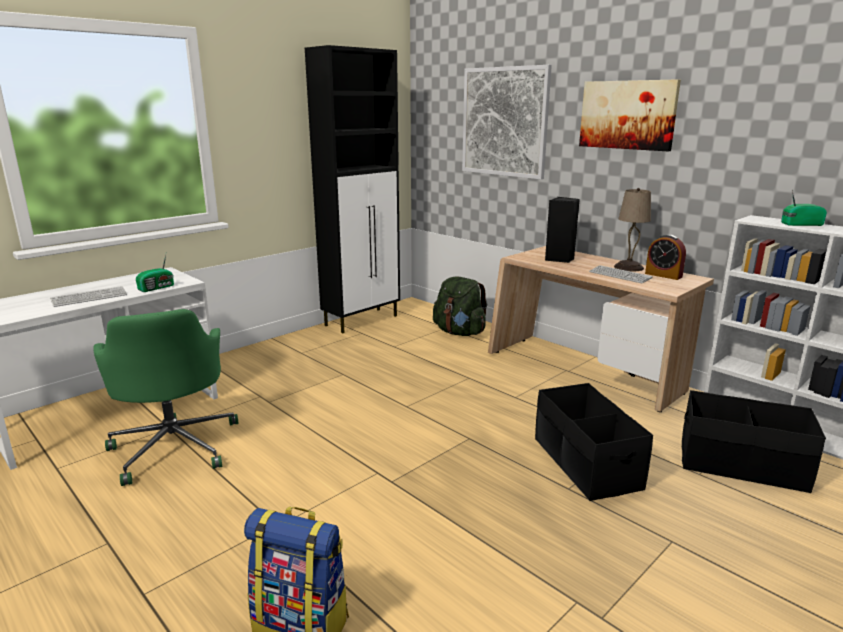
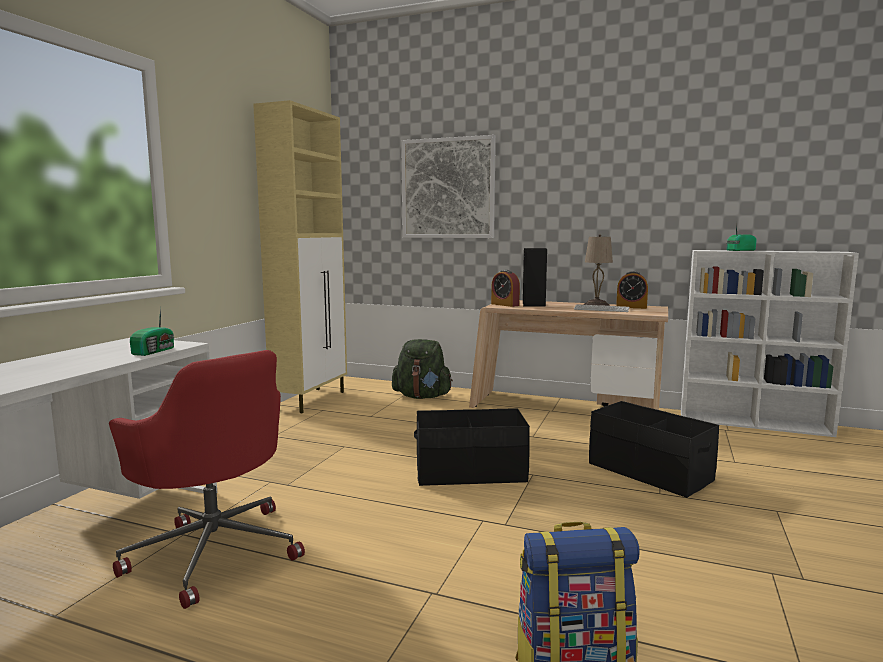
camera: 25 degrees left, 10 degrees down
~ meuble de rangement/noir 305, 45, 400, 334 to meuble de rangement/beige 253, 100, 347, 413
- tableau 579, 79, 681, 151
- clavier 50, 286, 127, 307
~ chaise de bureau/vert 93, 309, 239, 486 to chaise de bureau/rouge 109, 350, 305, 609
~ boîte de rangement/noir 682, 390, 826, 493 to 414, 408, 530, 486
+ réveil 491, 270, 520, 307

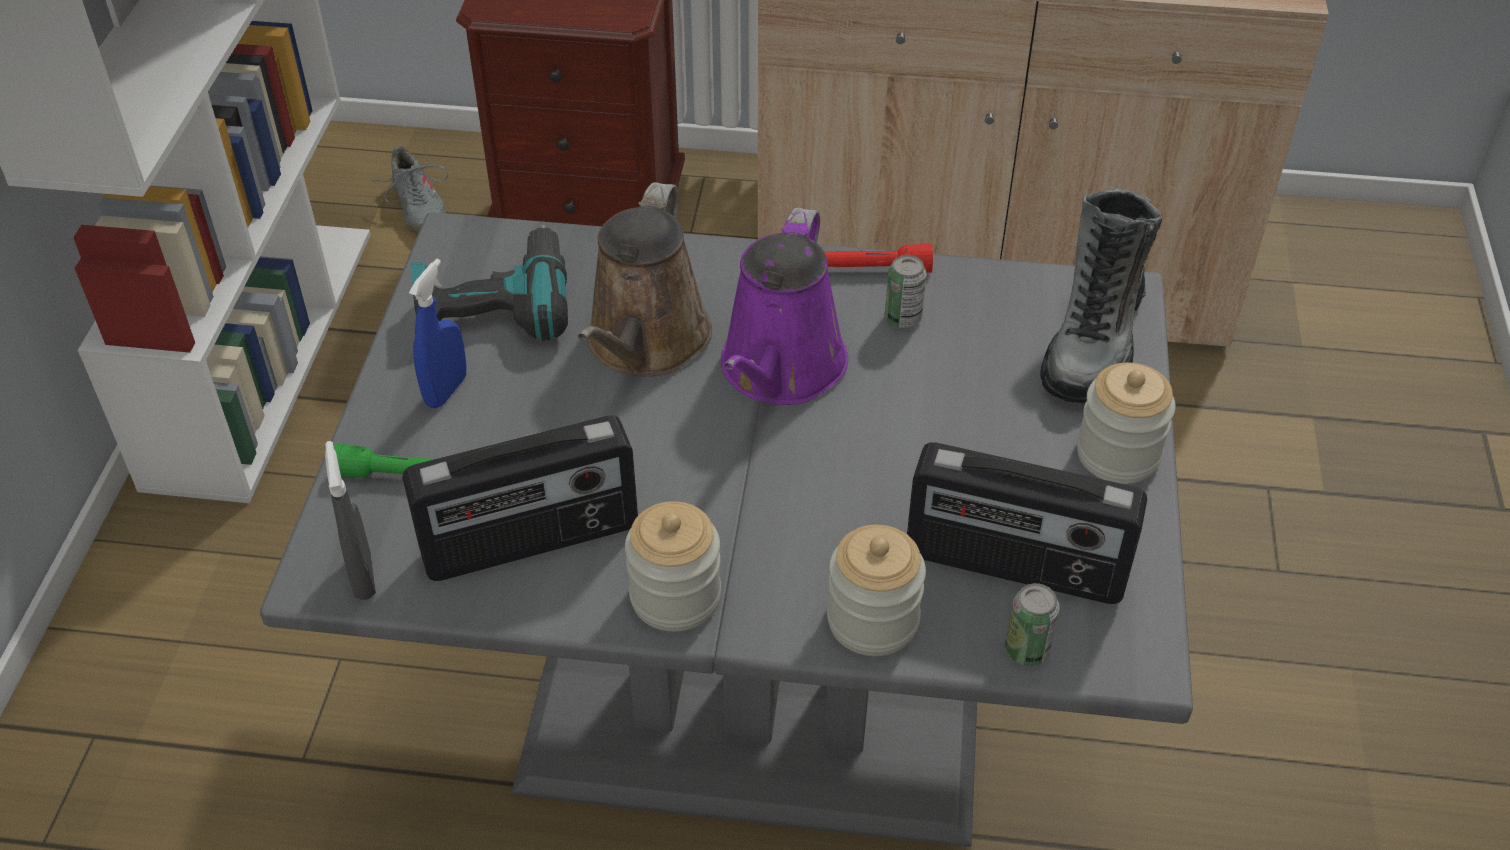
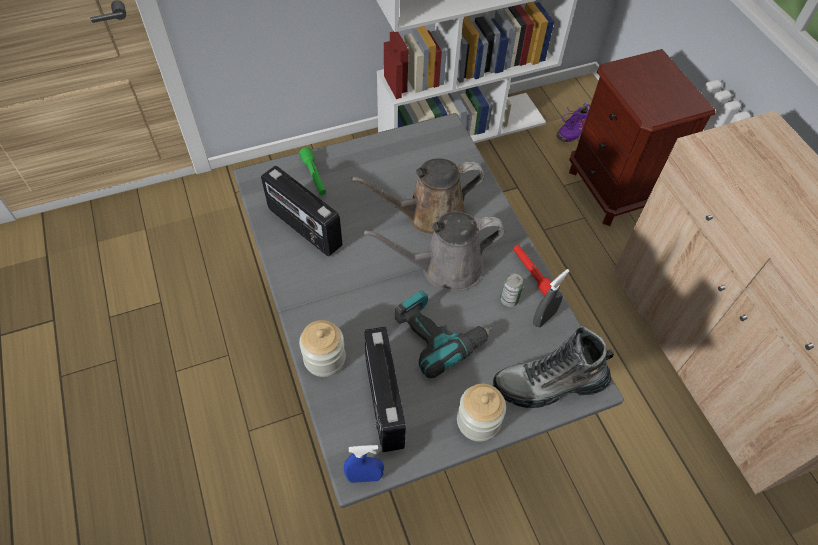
camera: 60 degrees right, 10 degrees up
~ chaussure/gris 372, 145, 448, 232 to chaussure/violet 557, 102, 590, 142
~ arrosoir/violet 721, 207, 848, 405 to arrosoir/gris 363, 212, 505, 291
~ perceuse 411, 225, 568, 341 to 395, 290, 492, 378
~ vaporisateur/bleu 409, 259, 467, 408 to 344, 445, 384, 483
~ vaporisateur/gris 325, 441, 376, 600 to 533, 269, 569, 328
- bocal 625, 501, 721, 632
- boîte métallique 1005, 583, 1060, 666

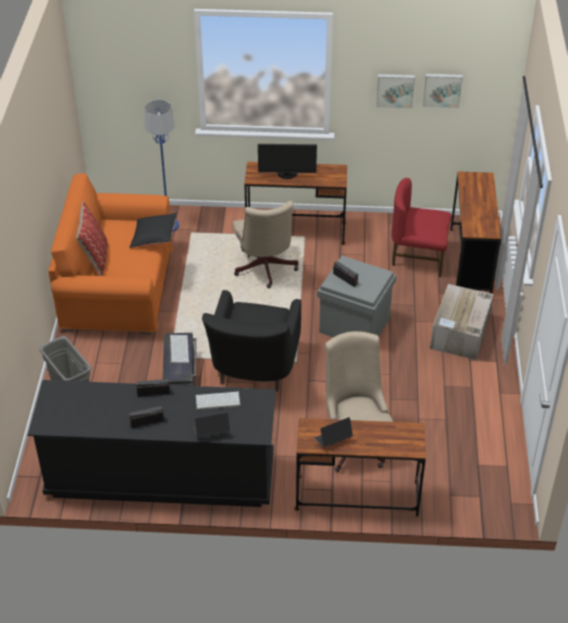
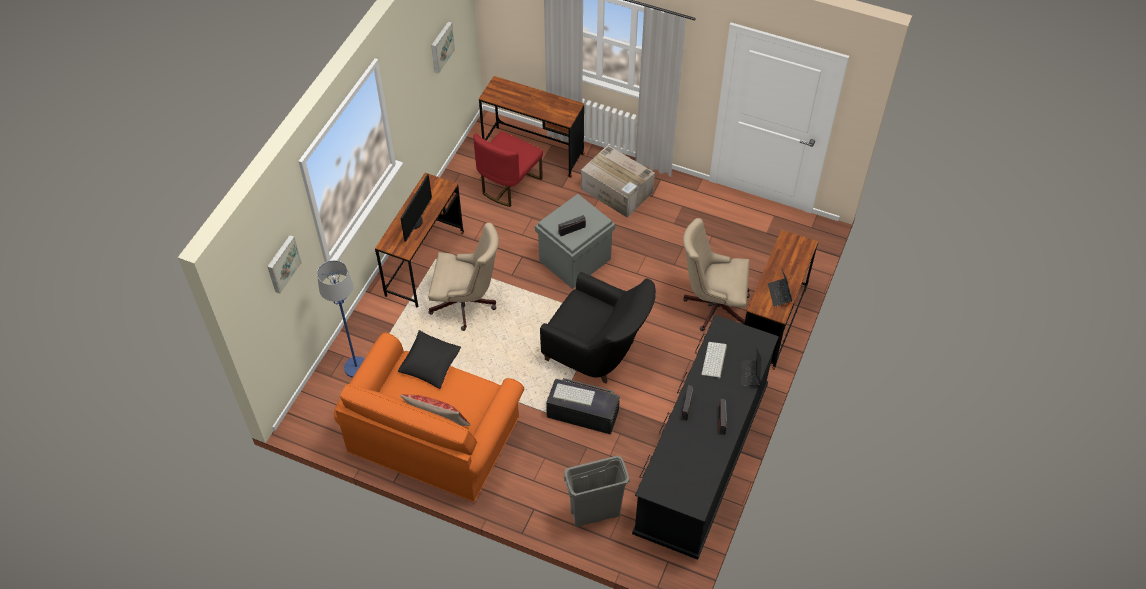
camera: 70 degrees left, 10 degrees up
~ tableau 376, 74, 415, 109 to 267, 235, 302, 294

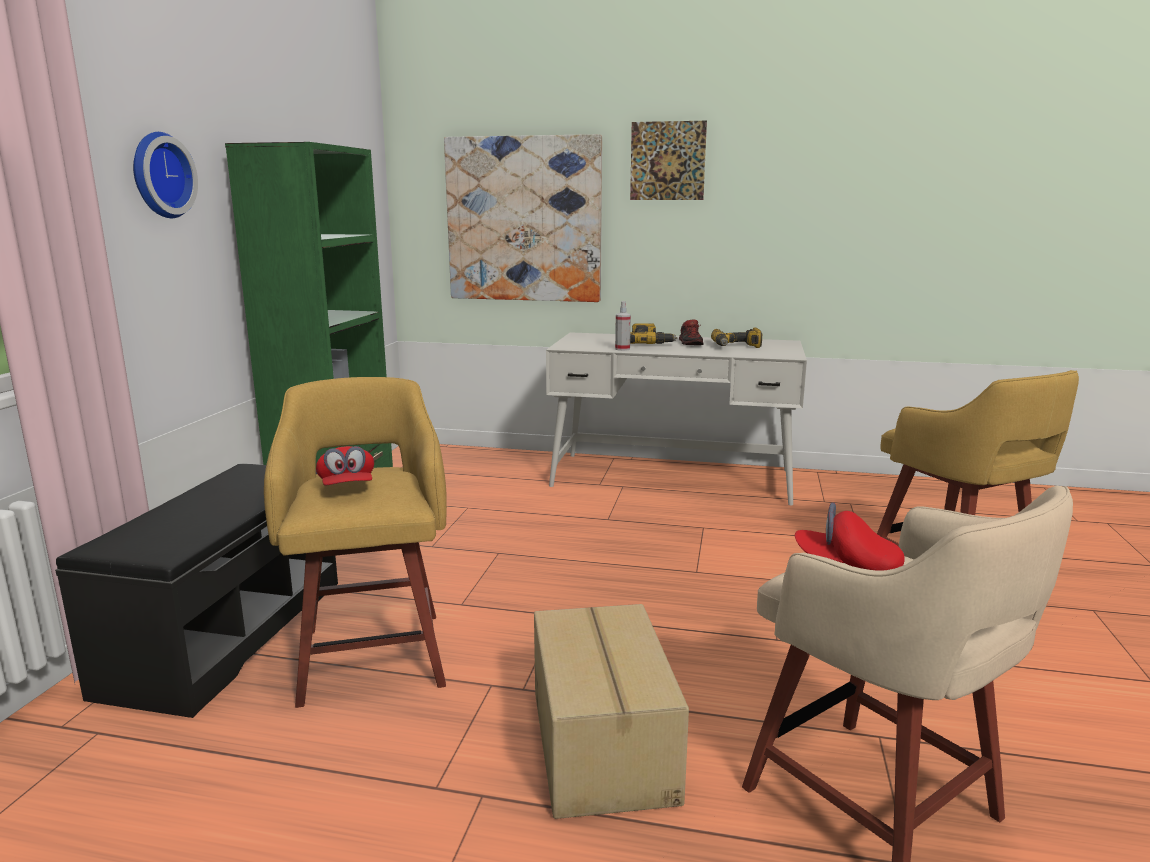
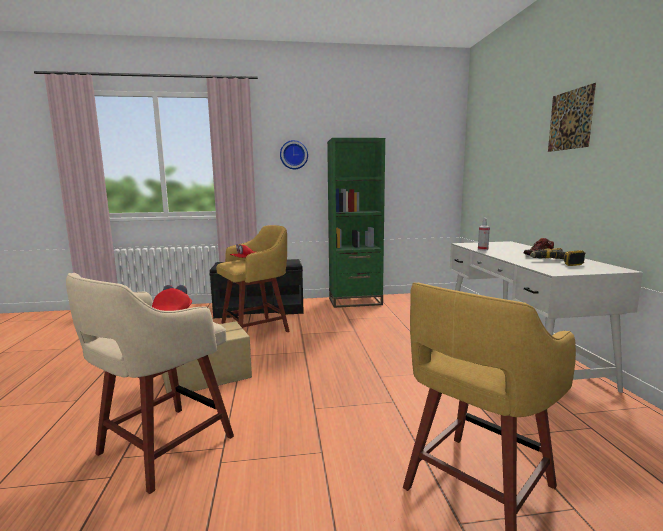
camera: 70 degrees right, 5 degrees down
- tableau 444, 134, 602, 302
- perceuse 630, 324, 678, 344

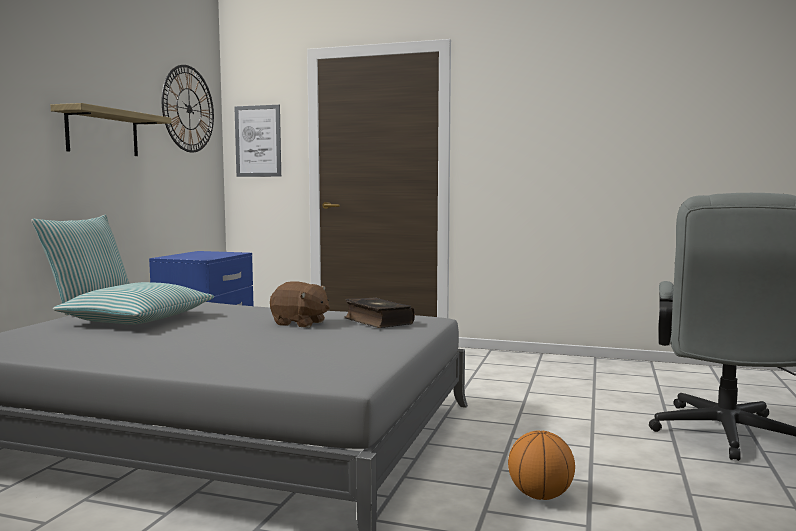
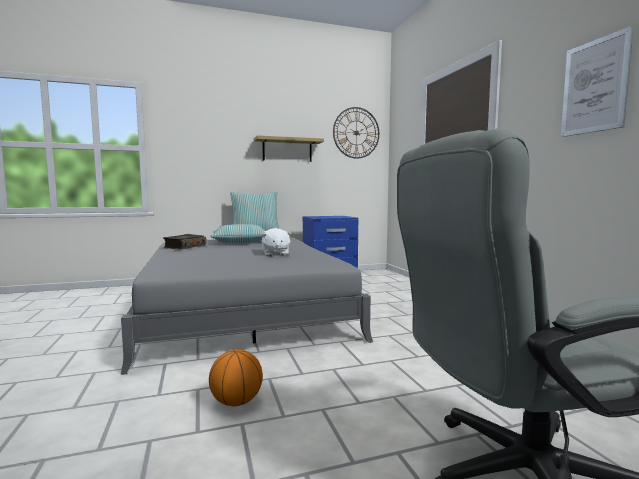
camera: 55 degrees right, 0 degrees up
~ tableau 234, 105, 281, 177 to 561, 26, 634, 137
~ peluche/marron 270, 281, 330, 328 to peluche/blanc 261, 228, 292, 256
~ livre 344, 297, 415, 328 to 163, 234, 206, 250

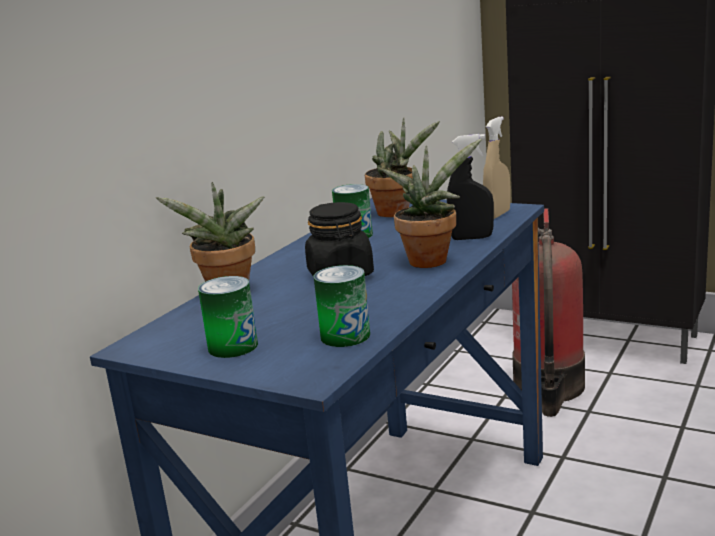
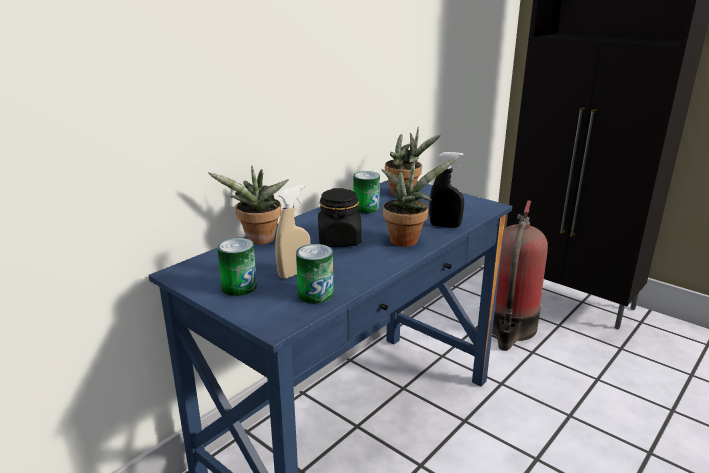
camera: 10 degrees right, 5 degrees up
~ vaporisateur/beige 483, 116, 510, 219 to 275, 185, 310, 279

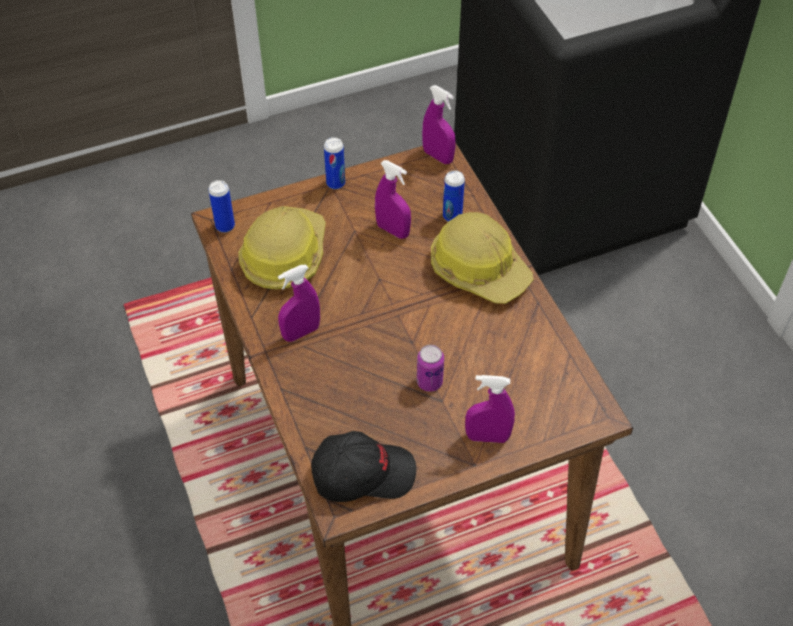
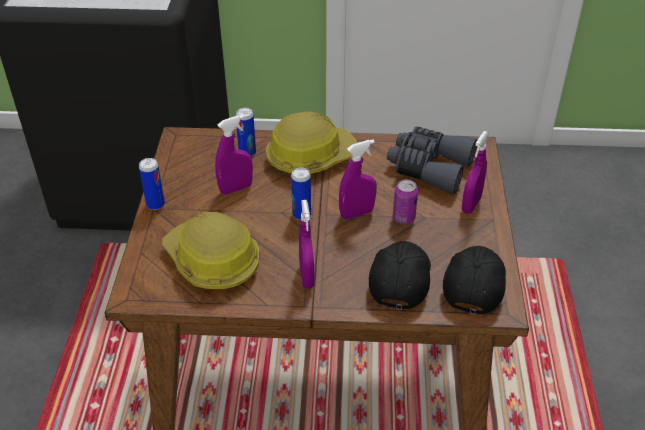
camera: 65 degrees left, 10 degrees down
~ vaporisateur/violet 422, 85, 456, 164 to 339, 139, 377, 219
~ boîte métallique 208, 180, 235, 233 to 291, 168, 311, 220
+ jumelles/gris 387, 126, 477, 194
+ casquette/noir 369, 241, 431, 310

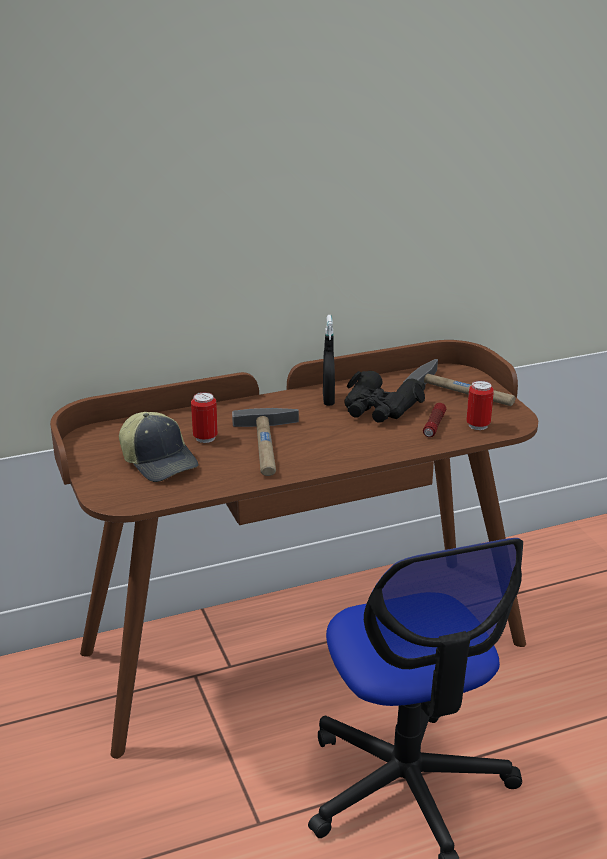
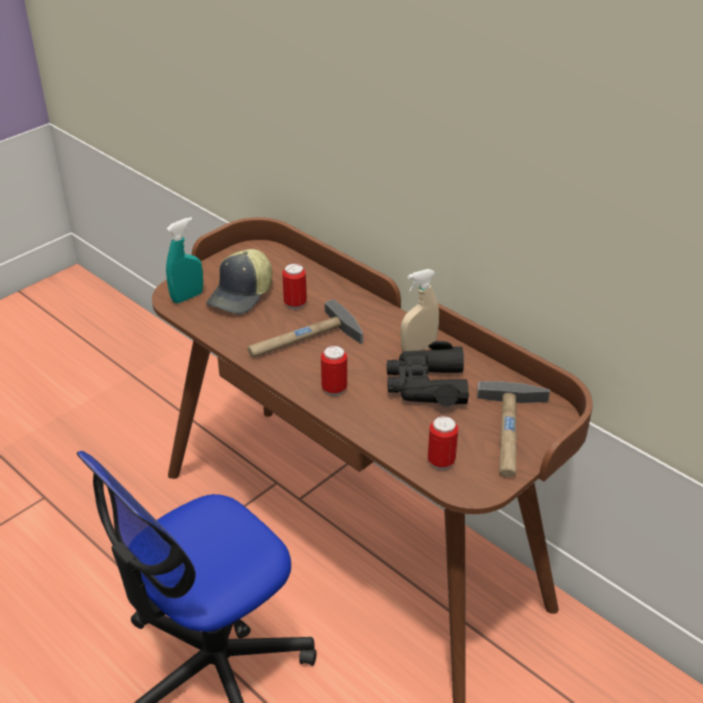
camera: 65 degrees right, 10 degrees up
~ vaporisateur/noir 323, 315, 335, 406 to vaporisateur/beige 400, 269, 439, 352
- lampe de poche 423, 403, 446, 437
+ vaporisateur/turquoise 166, 217, 203, 303
+ boîte métallique 321, 345, 347, 396

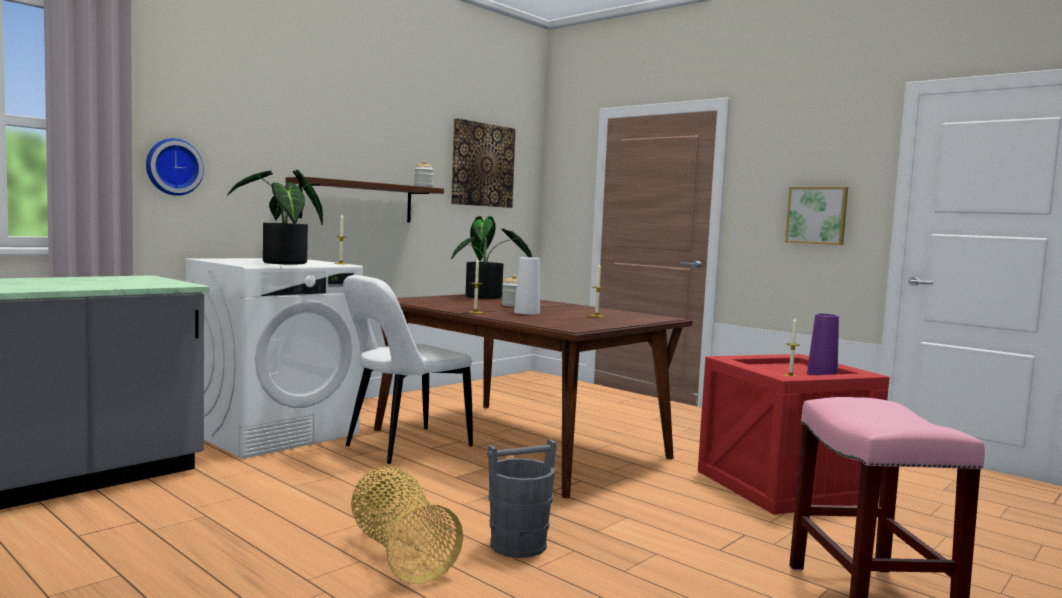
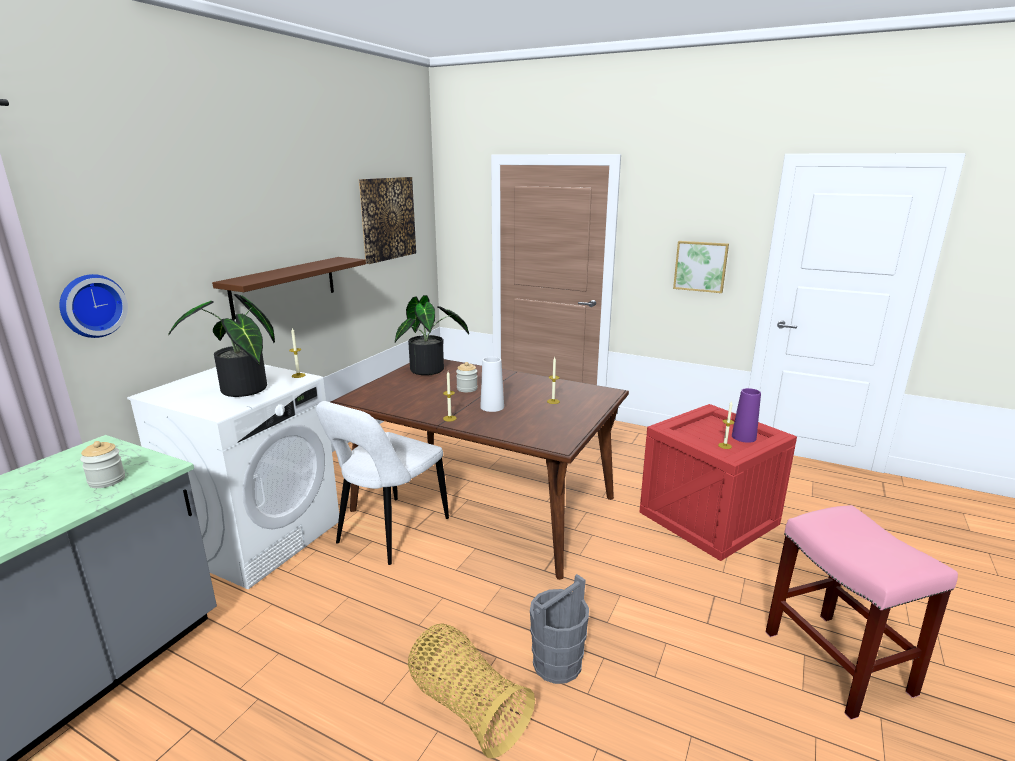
camera: 15 degrees left, 15 degrees up
~ bocal 414, 161, 434, 187 to 80, 441, 125, 488

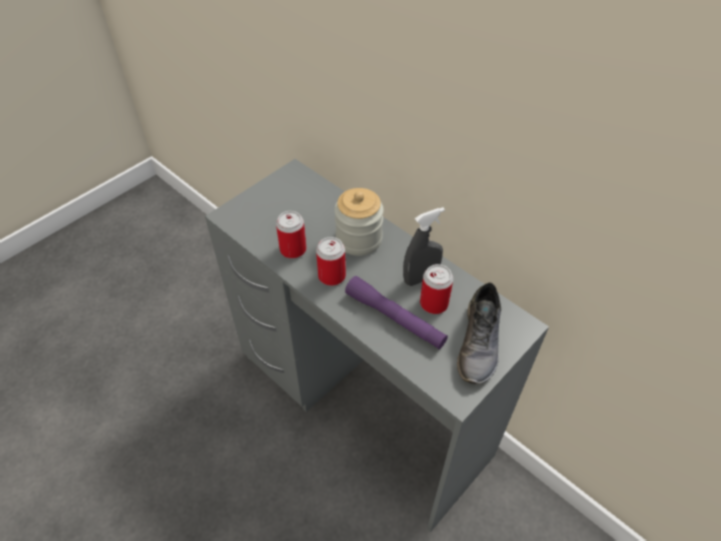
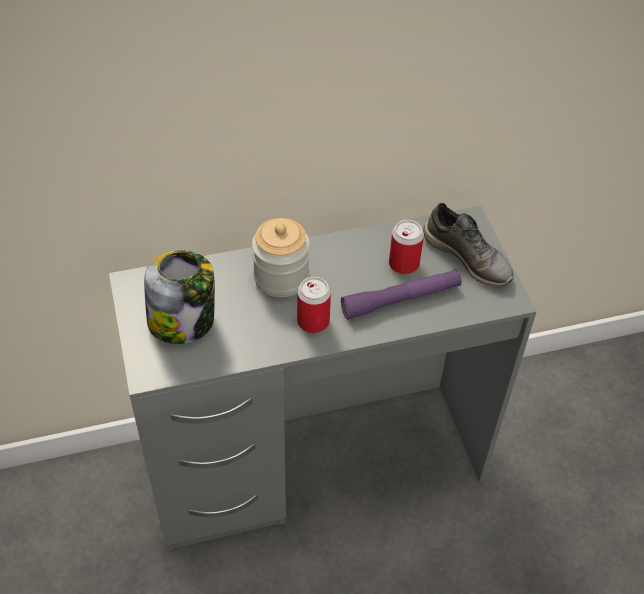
camera: 60 degrees left, 0 degrees up
- vaporisateur/gris 403, 207, 445, 286
- boîte métallique 276, 211, 307, 258
+ bocal 144, 251, 215, 344

